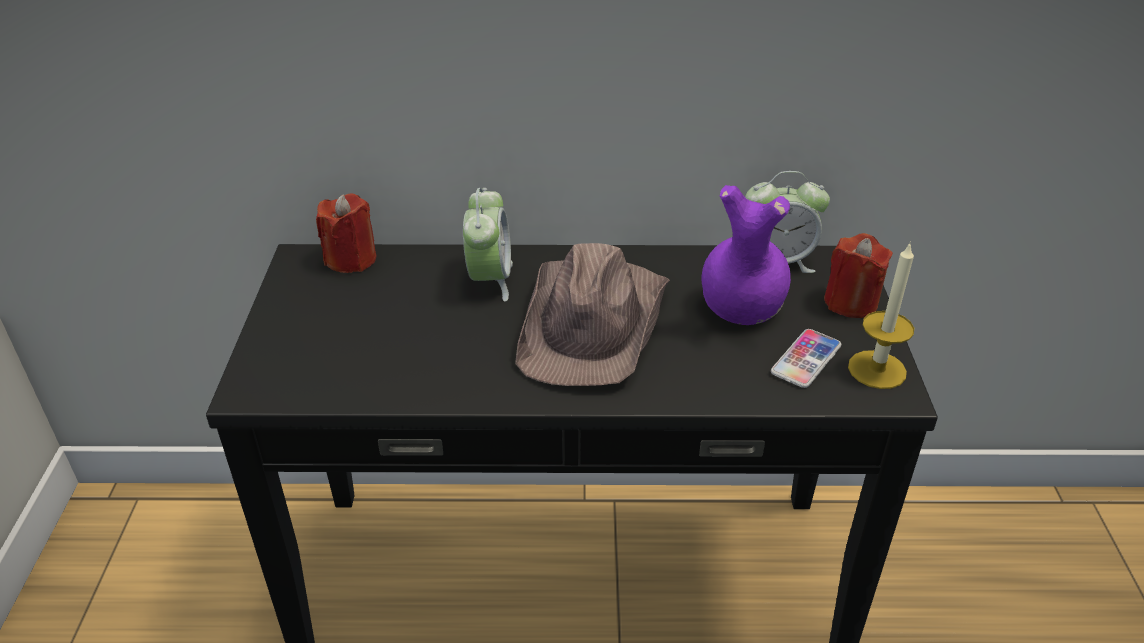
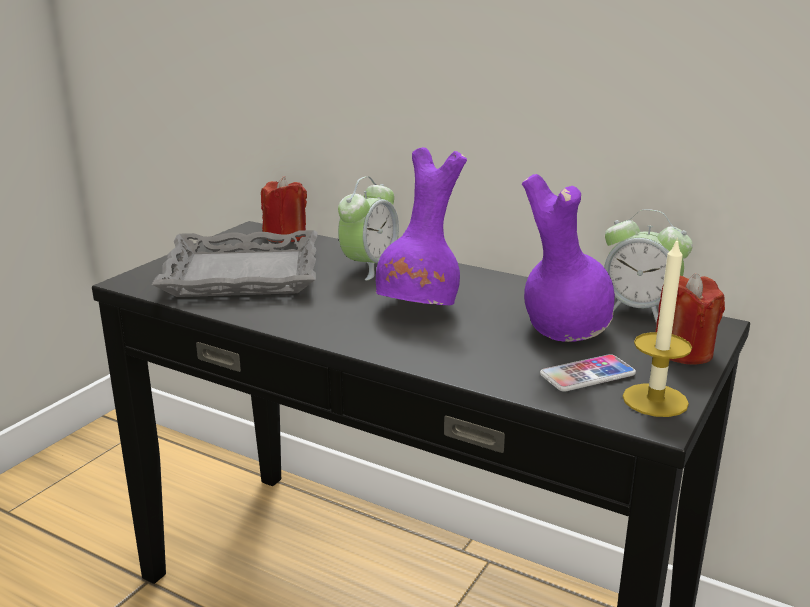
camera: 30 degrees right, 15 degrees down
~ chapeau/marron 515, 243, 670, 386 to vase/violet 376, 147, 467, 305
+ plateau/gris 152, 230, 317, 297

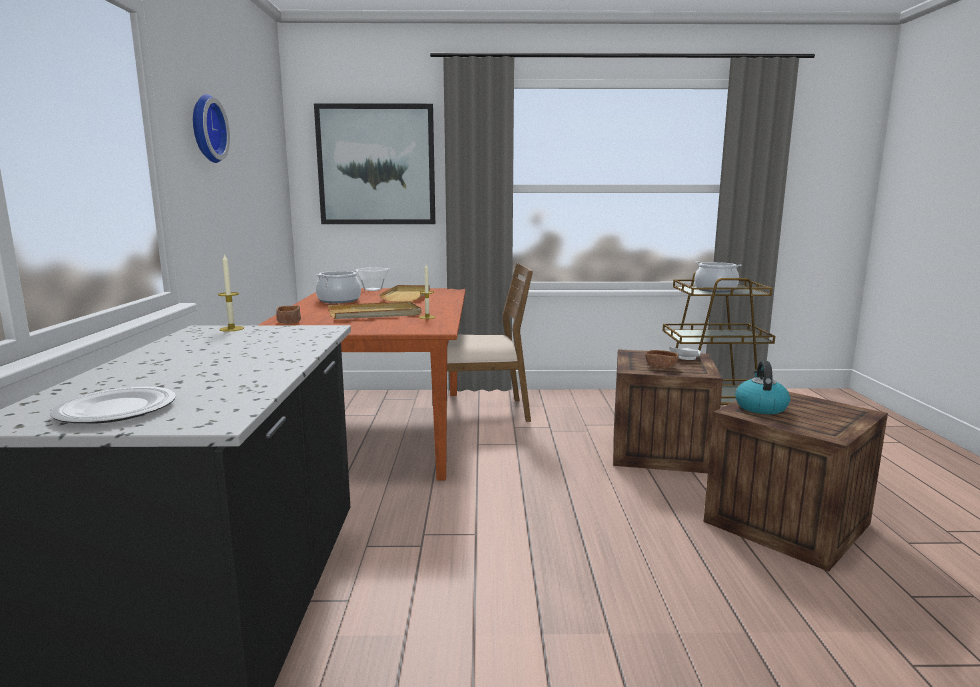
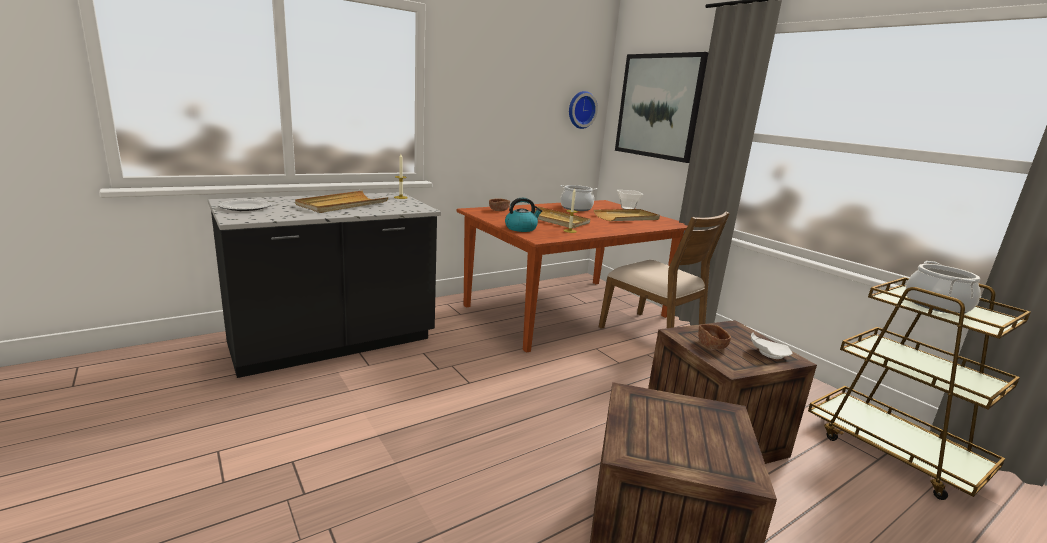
camera: 55 degrees right, 5 degrees up
~ horloge murale 193, 94, 230, 163 to 569, 91, 598, 129
~ bouilloire 735, 361, 790, 414 to 505, 198, 542, 232
+ plateau/beige 295, 191, 389, 213

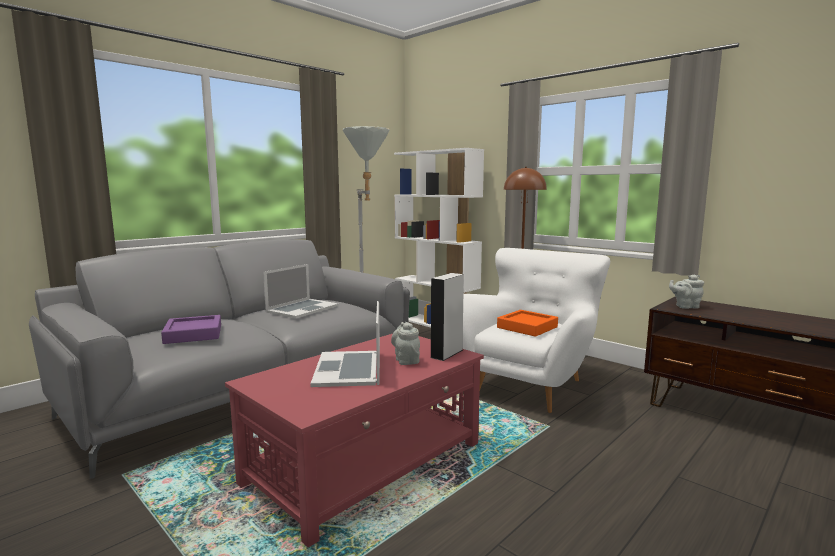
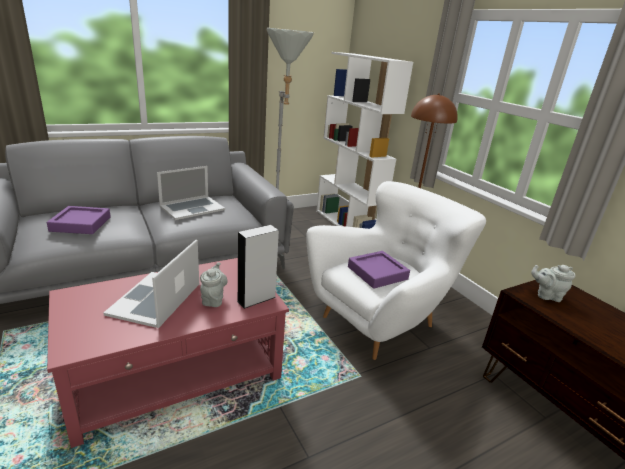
camera: 15 degrees right, 15 degrees up
~ plateau/orange 497, 310, 558, 337 to plateau/violet 348, 251, 410, 289

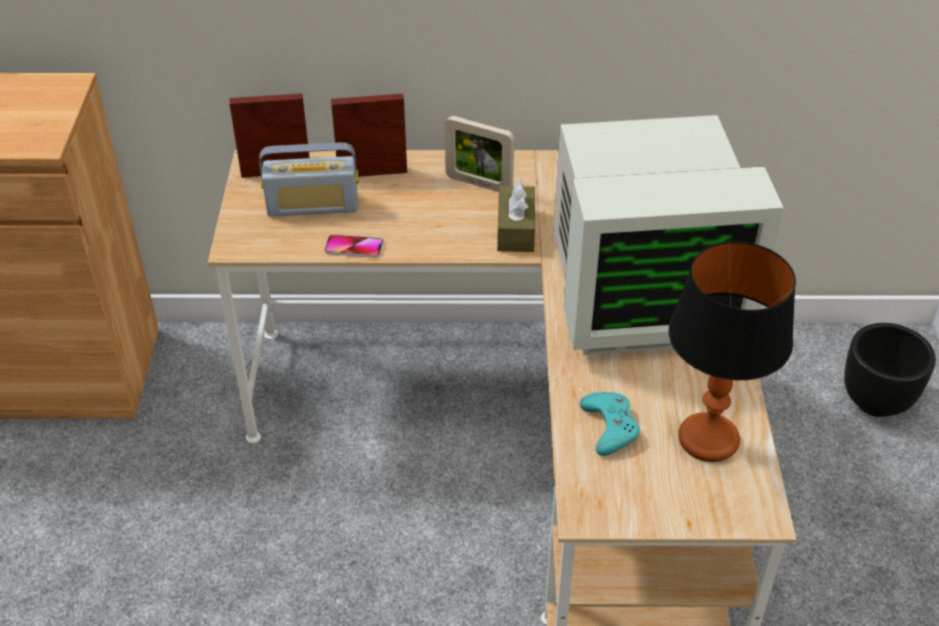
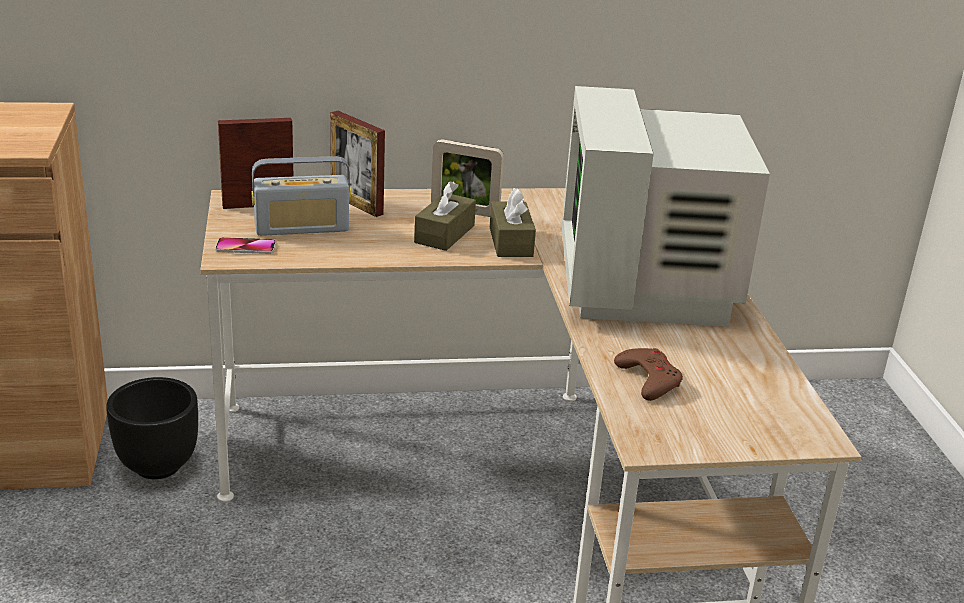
camera: 10 degrees left, 15 degrees down
~ cadre photo 331, 94, 407, 177 = 330, 111, 385, 217 120 degrees counterclockwise
~ écran d'ordinateur 554, 115, 784, 355 = 562, 86, 770, 327 105 degrees clockwise
~ téléphone 324, 234, 384, 258 to 215, 237, 276, 254
- lampe de table 669, 241, 796, 462
~ cache-pot/noir 844, 323, 936, 417 to 106, 377, 198, 479
~ manette/turquoise 580, 392, 640, 456 to manette/marron 614, 348, 683, 401
+ boîte à mouchoirs/marron 414, 181, 476, 251

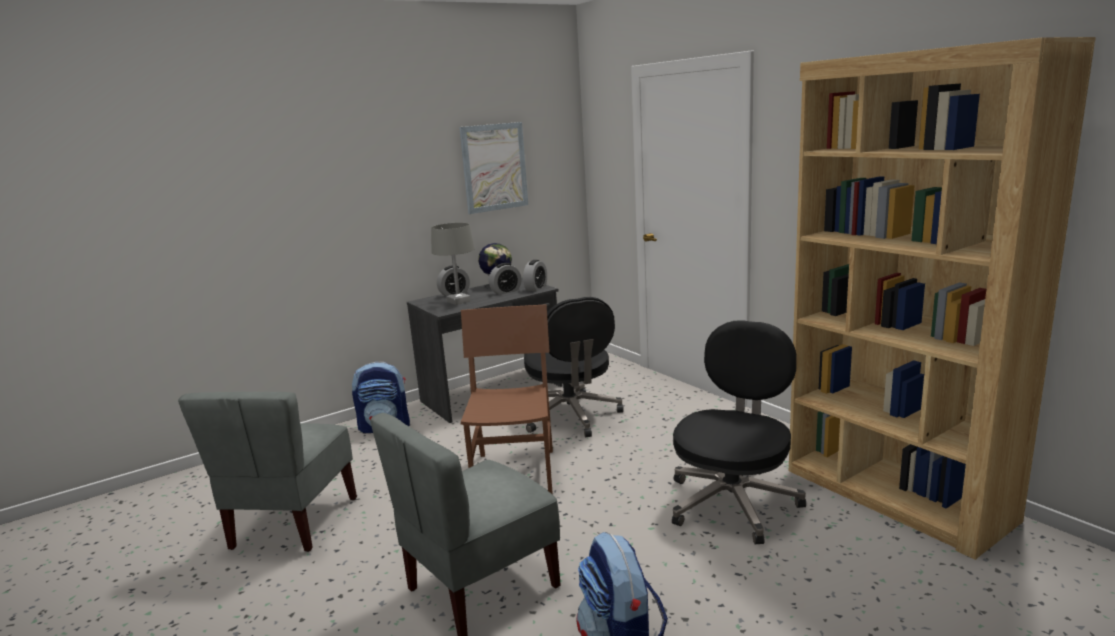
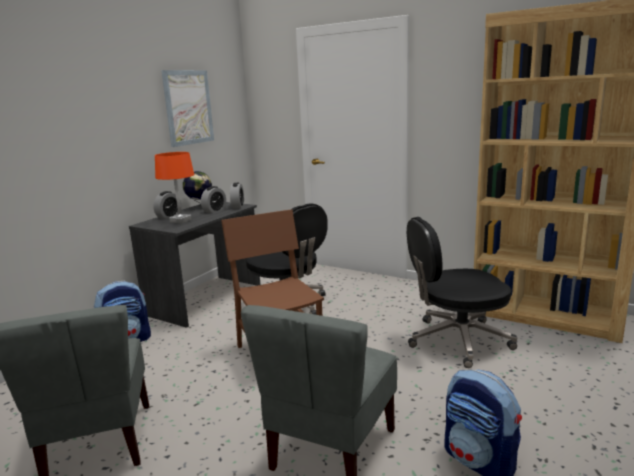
camera: 25 degrees left, 0 degrees up
~ lampe de table/gris 431, 223, 474, 305 to lampe de table/orange 155, 152, 194, 224
~ chaise de bureau/noir 672, 320, 806, 544 = 407, 217, 517, 368 105 degrees counterclockwise

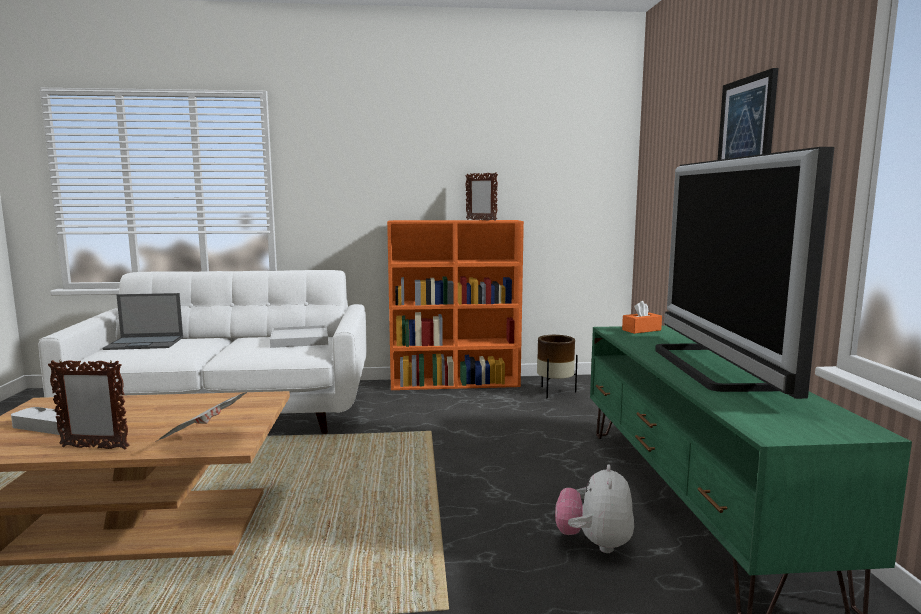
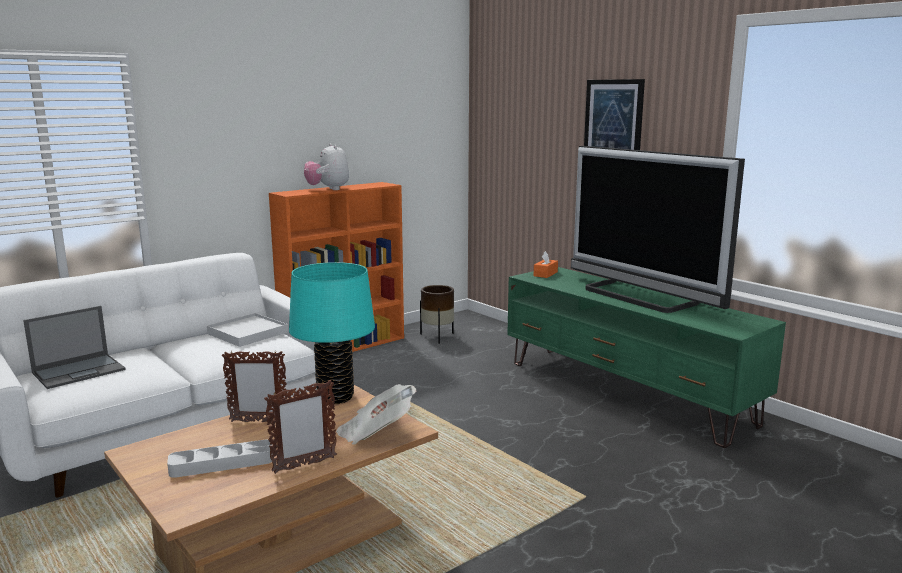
camera: 35 degrees left, 5 degrees up
~ cadre photo 465, 172, 498, 221 to 221, 351, 287, 422
~ peluche 555, 464, 634, 553 to 304, 143, 349, 190
+ lampe de table/turquoise 289, 262, 375, 404

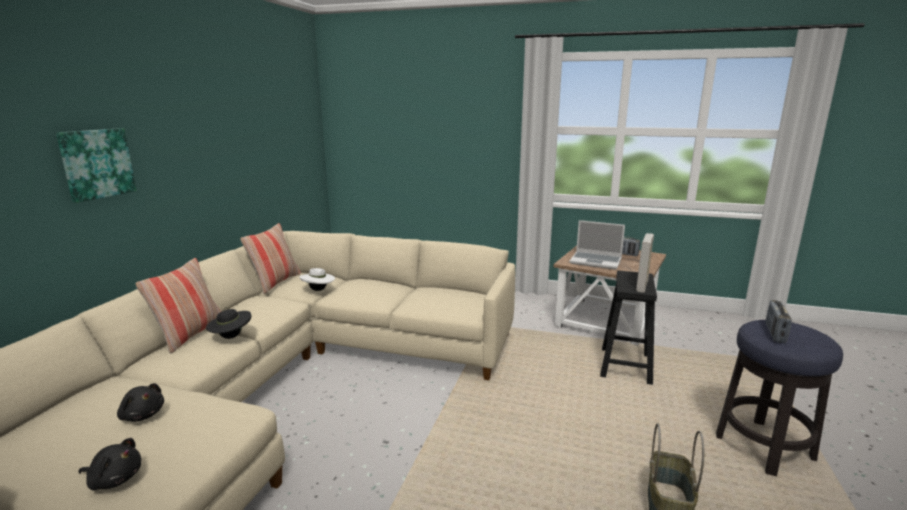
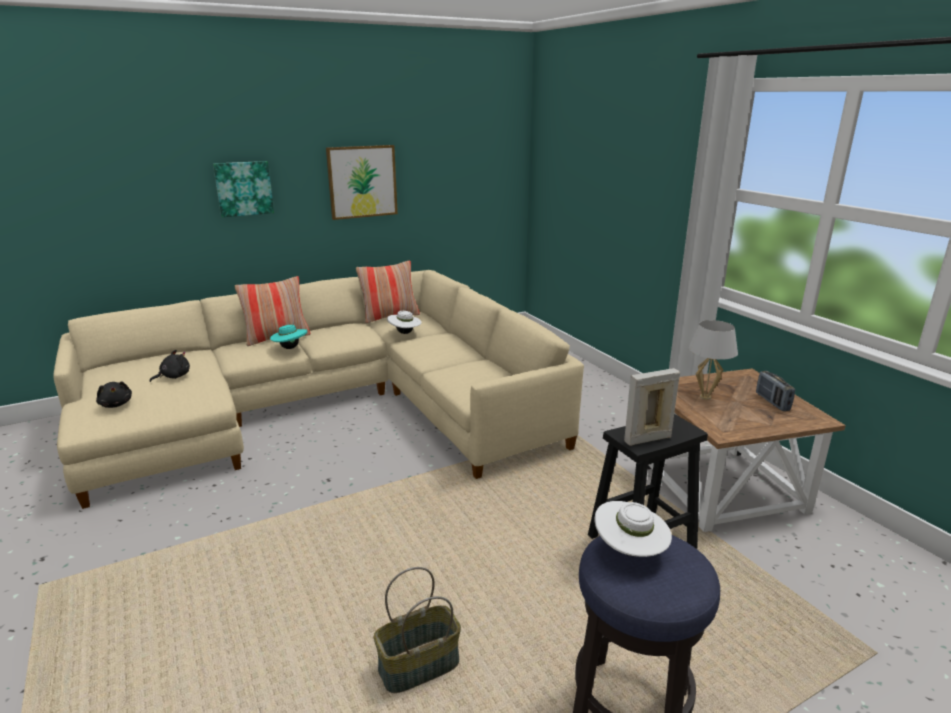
camera: 45 degrees right, 5 degrees up
~ ordinateur portable 570, 220, 625, 270 to lampe de table/blanc 688, 320, 738, 400
~ radio 766, 300, 792, 343 to chapeau/blanc 594, 501, 672, 557
~ chapeau/noir 206, 307, 251, 339 to chapeau/turquoise 270, 322, 307, 349
~ peluche/noir 117, 383, 164, 422 = 149, 350, 190, 382 120 degrees counterclockwise
+ tableau 326, 145, 398, 220

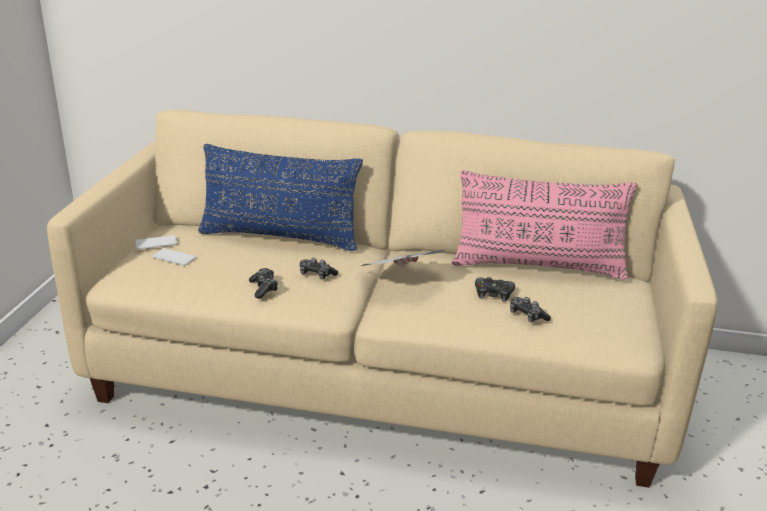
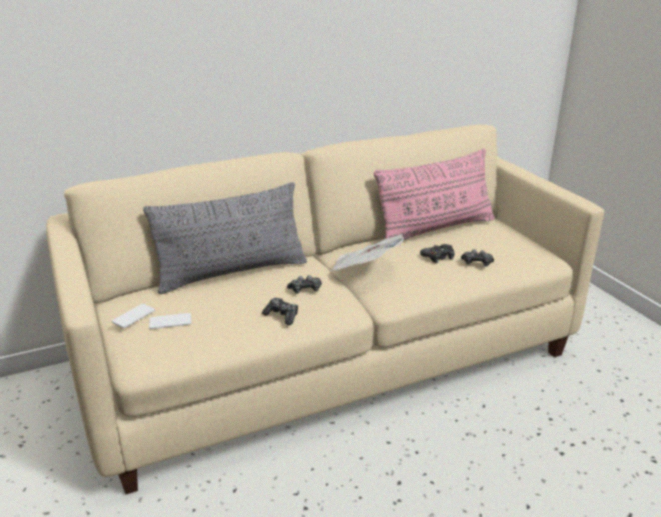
camera: 35 degrees left, 0 degrees up
~ coussin/bleu 198, 144, 363, 251 to coussin/gris 143, 182, 307, 294

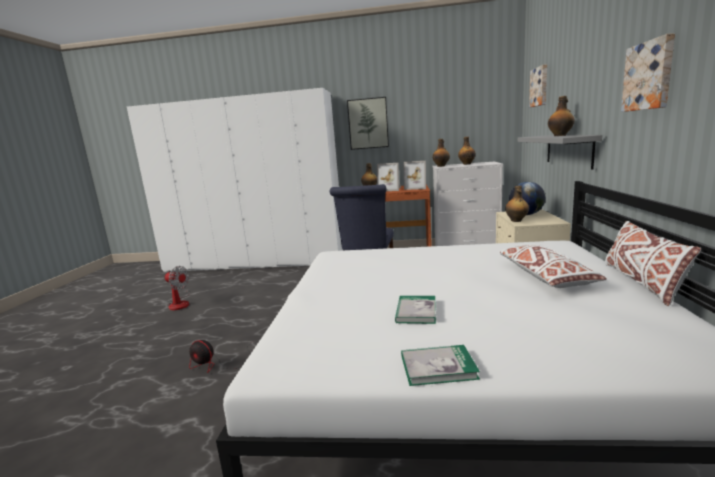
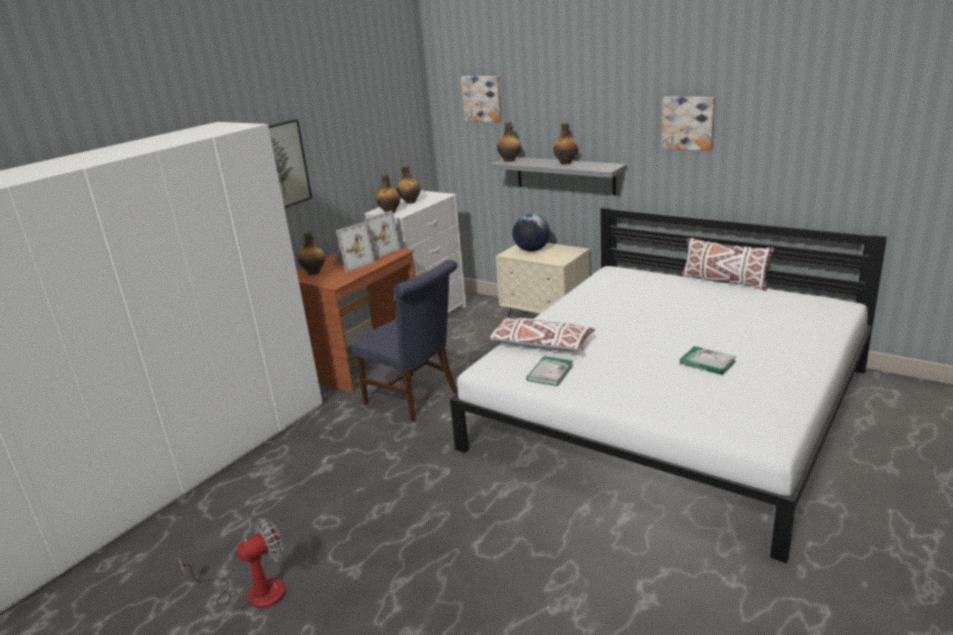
camera: 60 degrees left, 10 degrees up
~ bouteille 505, 186, 529, 222 to 497, 122, 521, 162
~ coussin/blanc 500, 245, 607, 288 to 488, 318, 595, 351
- ventilateur 189, 340, 252, 373
~ livre 401, 345, 480, 386 to 526, 356, 573, 386

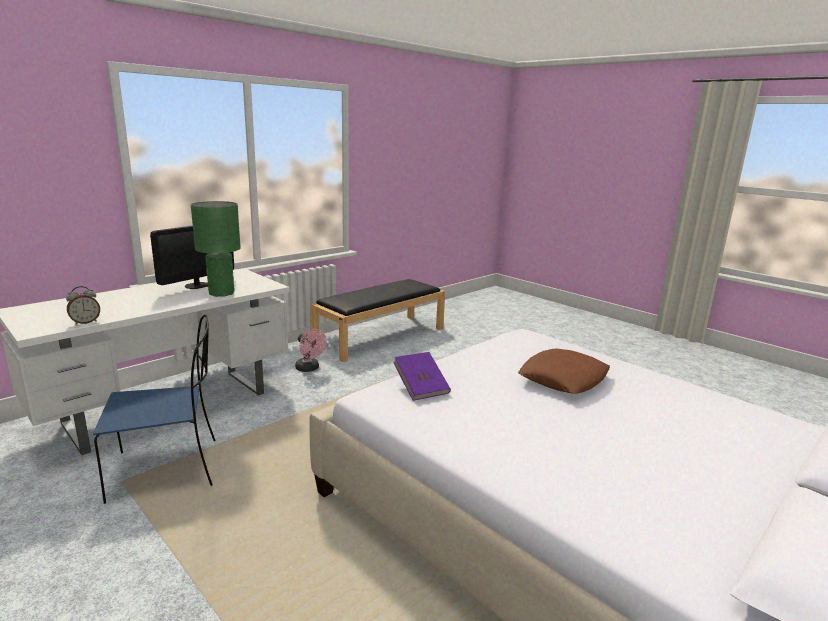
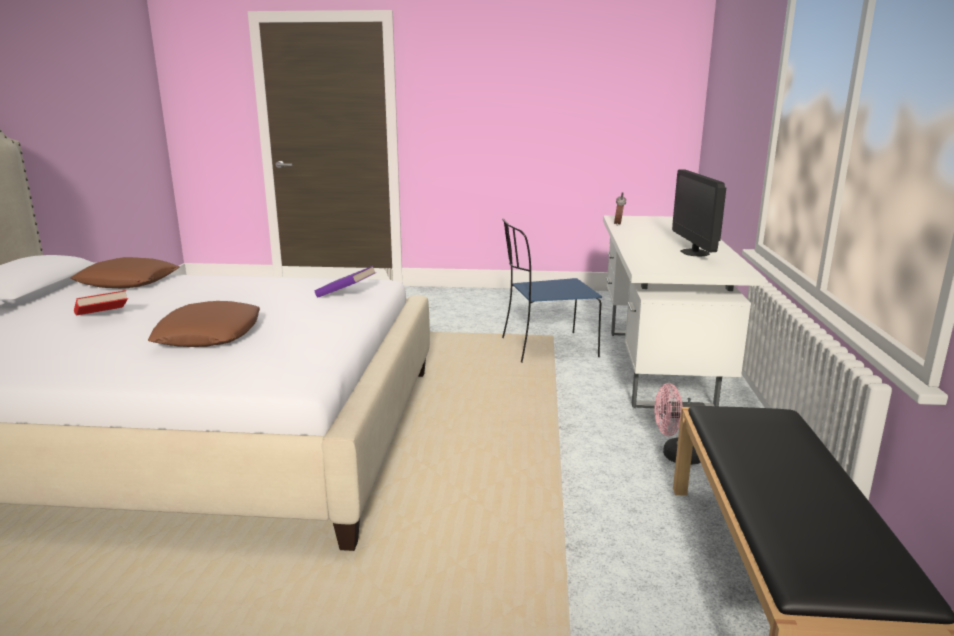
camera: 140 degrees right, 0 degrees up
- lampe de table/vert 191, 201, 241, 297
~ chaise/bleu 93, 315, 215, 504 = 502, 218, 602, 363 45 degrees clockwise
+ coussin/marron 71, 257, 179, 289
+ livre/rouge 74, 290, 128, 315

